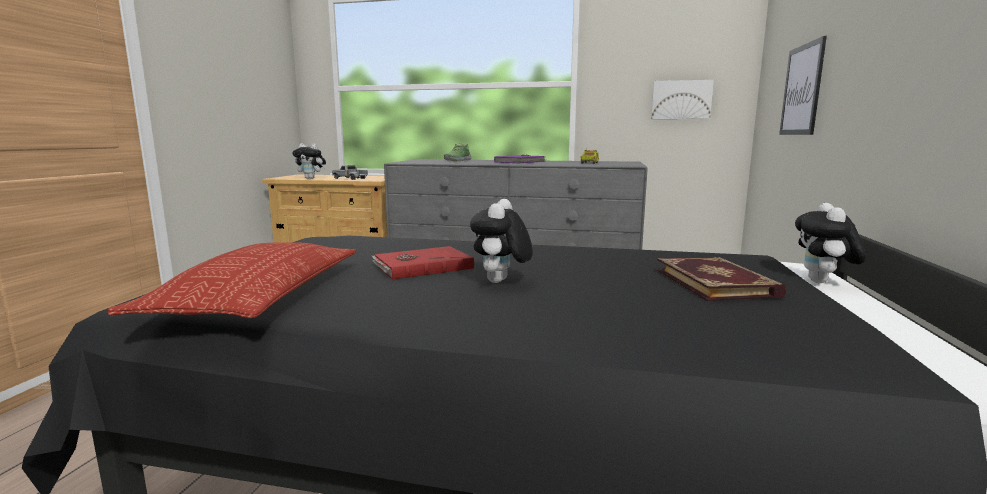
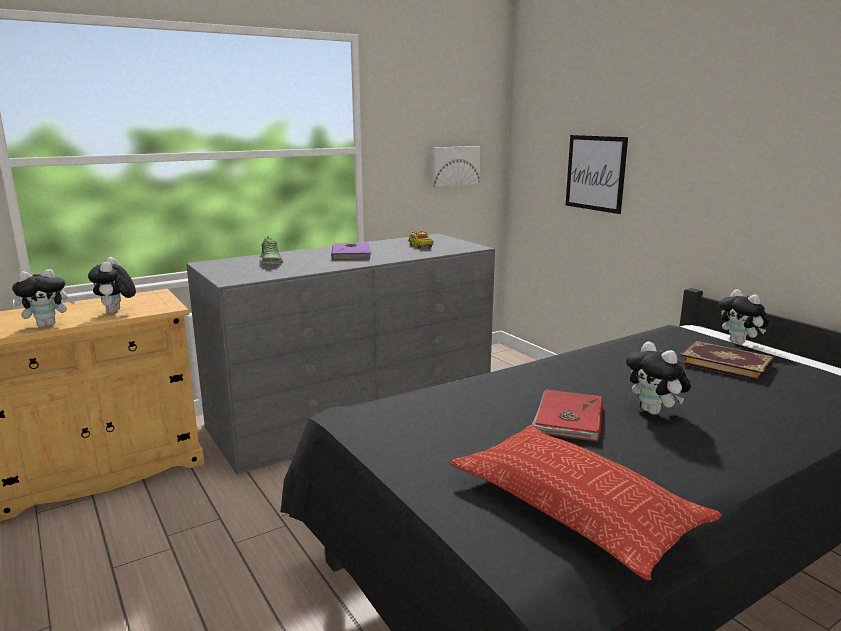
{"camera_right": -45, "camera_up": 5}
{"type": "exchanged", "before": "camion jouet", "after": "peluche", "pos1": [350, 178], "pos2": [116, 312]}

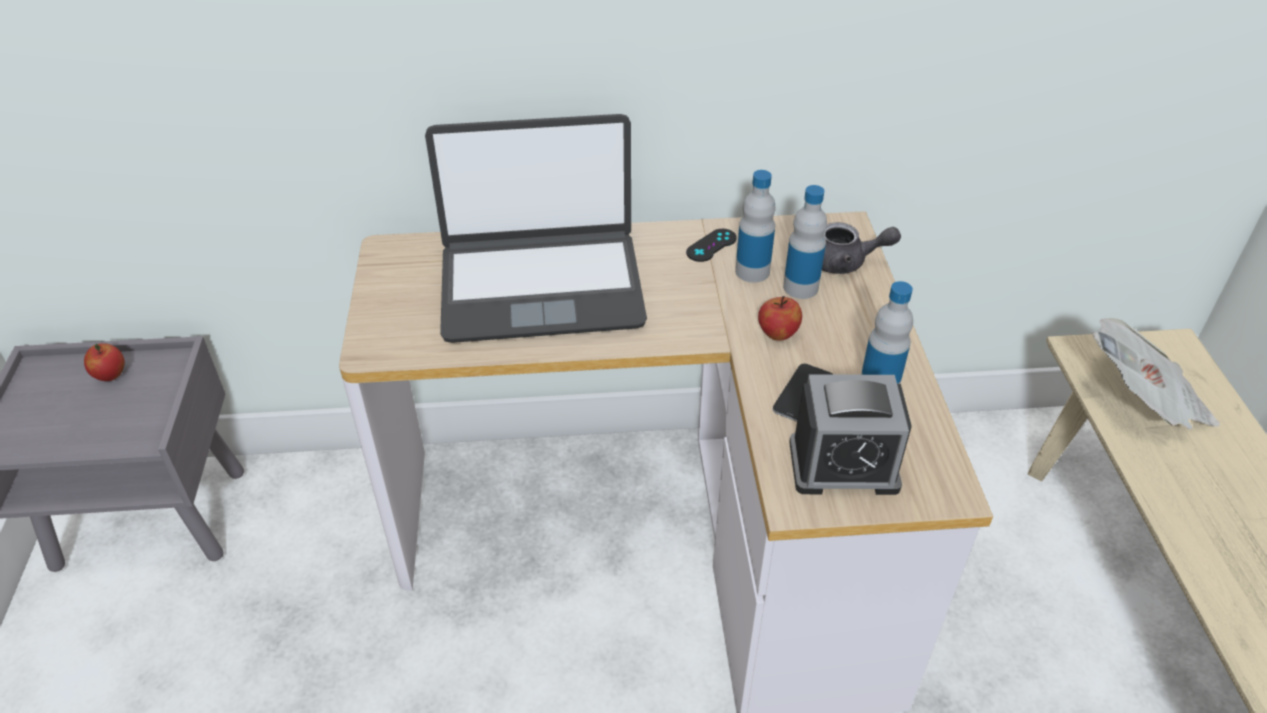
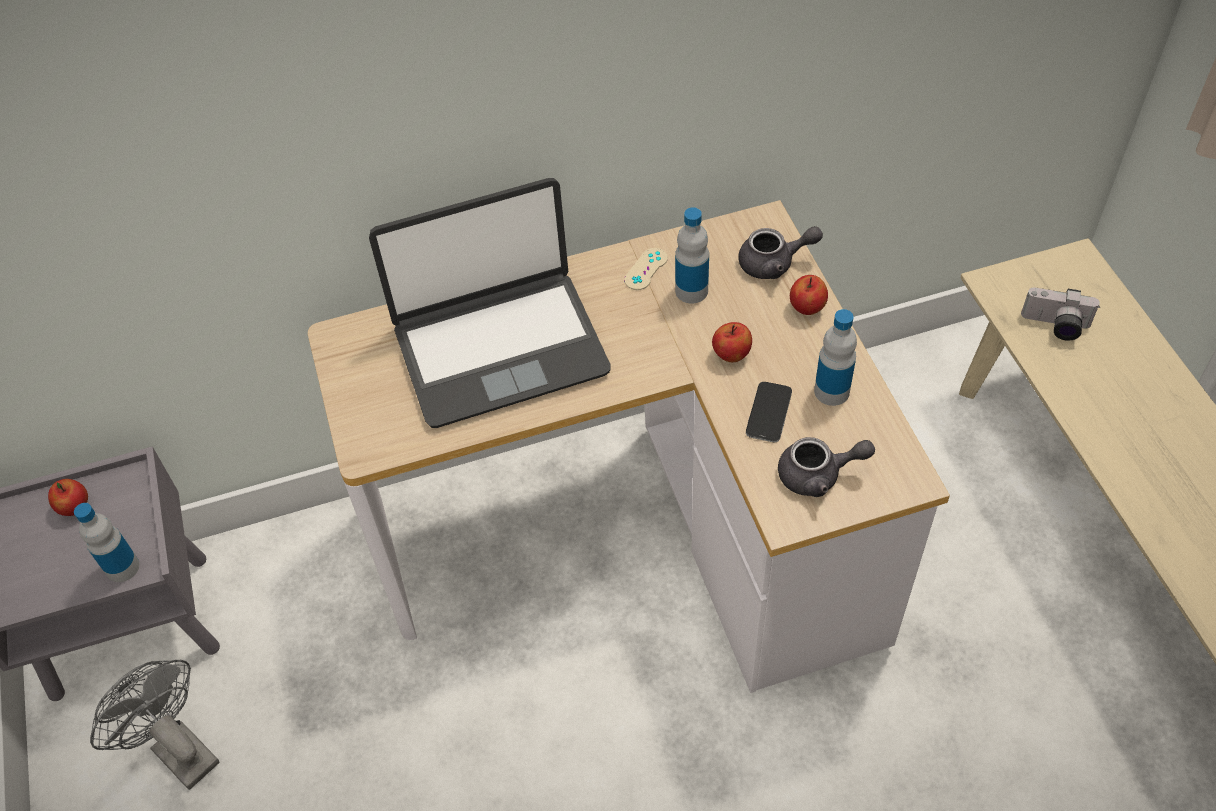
{"camera_right": -10, "camera_up": 10}
{"type": "relocated", "before": "bouteille", "pos1": [800, 287], "pos2": [122, 567]}
{"type": "colour", "before": "manette/noir", "after": "manette/beige", "pos1": [711, 245], "pos2": [646, 269]}
{"type": "exchanged", "before": "journal", "after": "appareil photo", "pos1": [1143, 402], "pos2": [1055, 326]}
{"type": "exchanged", "before": "réveil", "after": "théière/gris", "pos1": [843, 465], "pos2": [818, 475]}
{"type": "appeared", "after": "pomme", "pos2": [807, 308]}
{"type": "appeared", "after": "ventilateur/gris", "pos2": [178, 749]}

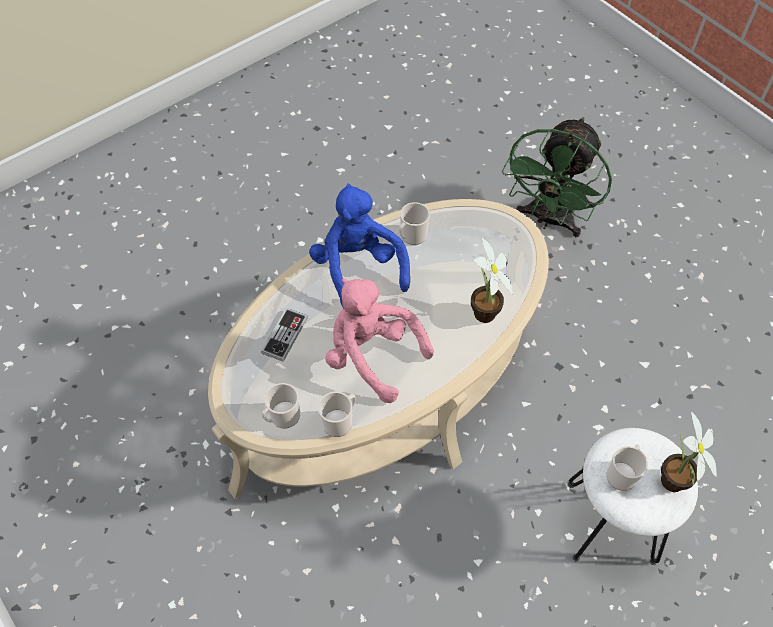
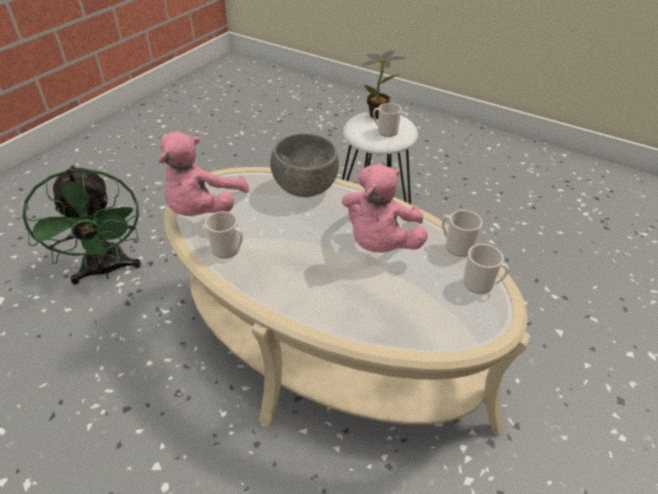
{"camera_right": -110, "camera_up": -15}
{"type": "spun", "before": "ventilateur/vert", "pos1": [548, 220], "pos2": [106, 270], "turn": 60}
{"type": "missing", "before": "peluche/bleu", "pos1": [358, 268]}
{"type": "exchanged", "before": "plante en pot", "after": "bol/gris", "pos1": [483, 317], "pos2": [304, 189]}
{"type": "missing", "before": "manette", "pos1": [285, 335]}
{"type": "appeared", "after": "peluche/rose", "pos2": [203, 210]}

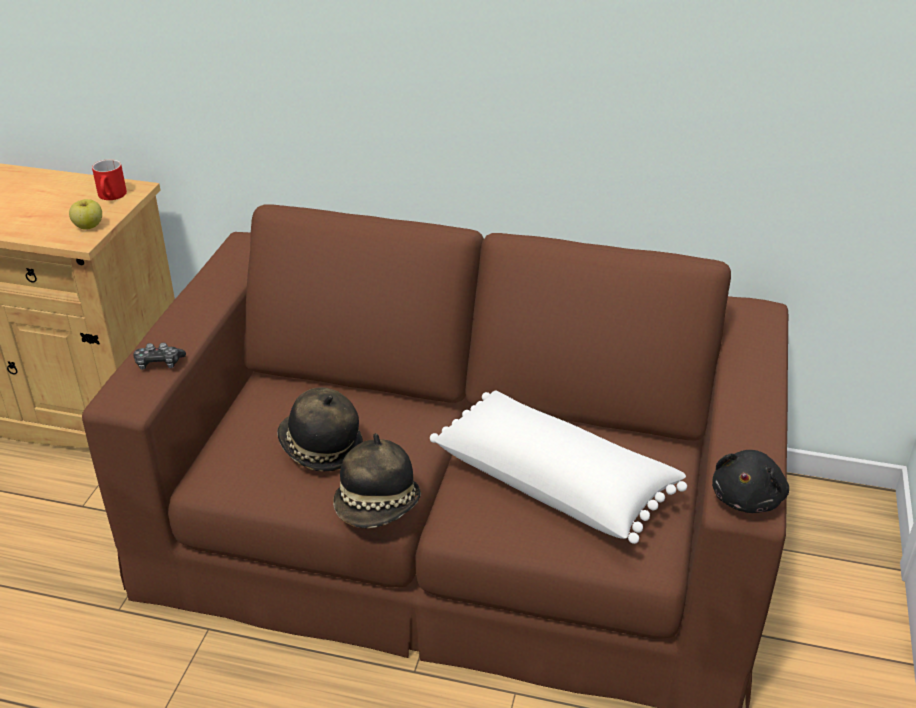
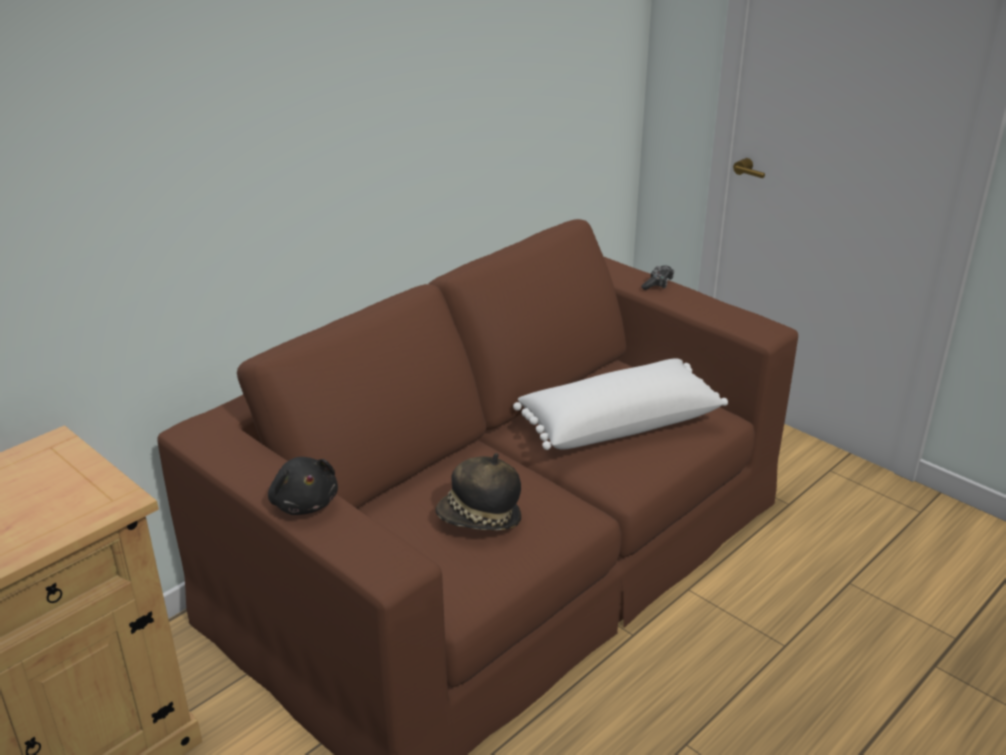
{"camera_right": -60, "camera_up": -5}
{"type": "missing", "before": "mug/rouge", "pos1": [112, 196]}
{"type": "missing", "before": "pomme", "pos1": [88, 226]}
{"type": "relocated", "before": "manette", "pos1": [159, 363], "pos2": [658, 284]}
{"type": "missing", "before": "chapeau", "pos1": [378, 507]}
{"type": "relocated", "before": "peluche/noir", "pos1": [747, 498], "pos2": [304, 503]}

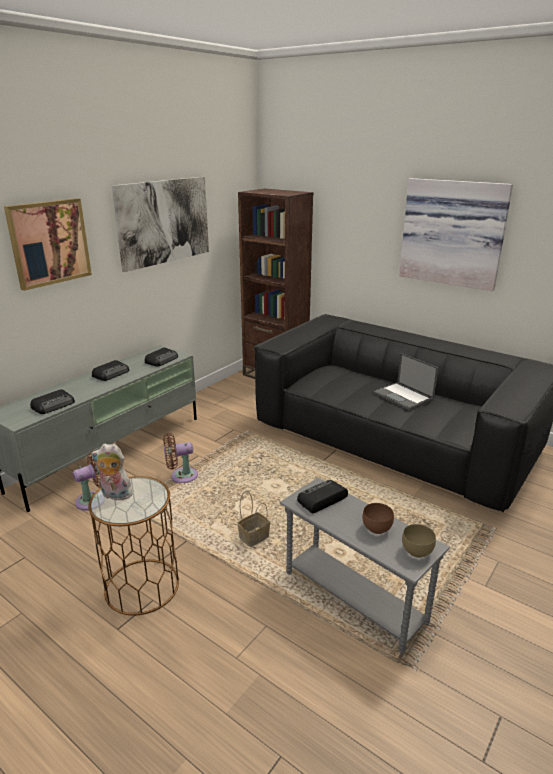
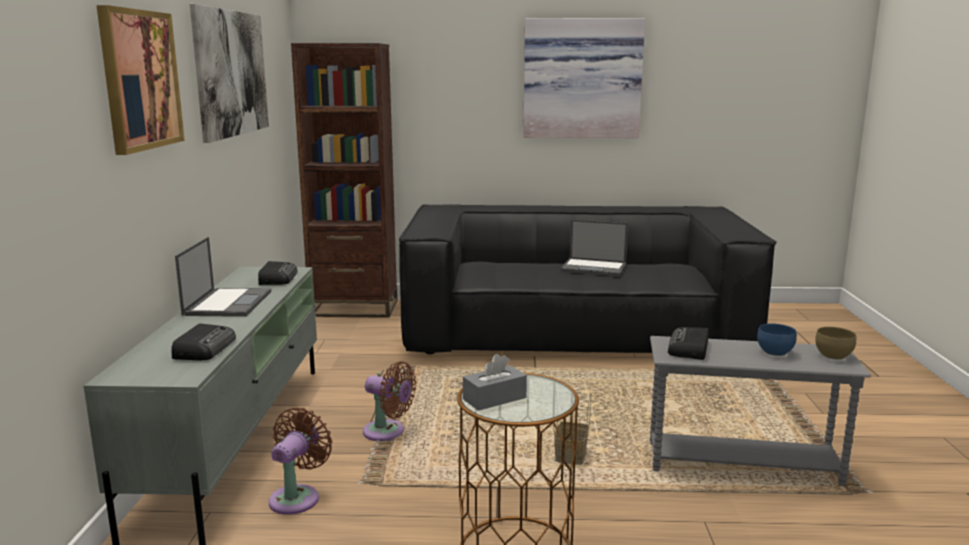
{"camera_right": -35, "camera_up": -10}
{"type": "exchanged", "before": "radio", "after": "ordinateur portable", "pos1": [111, 373], "pos2": [228, 303]}
{"type": "spun", "before": "ventilateur/marron", "pos1": [181, 476], "pos2": [388, 432], "turn": -105}
{"type": "exchanged", "before": "peluche", "after": "boîte à mouchoirs/gris", "pos1": [115, 495], "pos2": [494, 398]}
{"type": "colour", "before": "bol/marron", "after": "bol/bleu", "pos1": [377, 528], "pos2": [775, 352]}

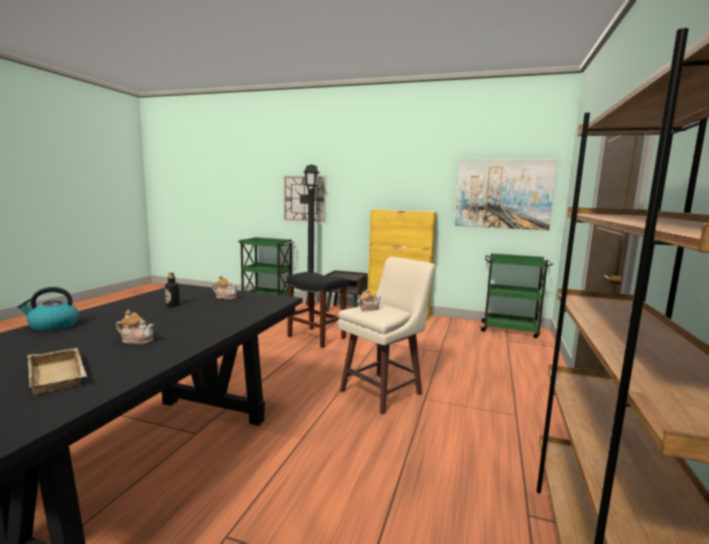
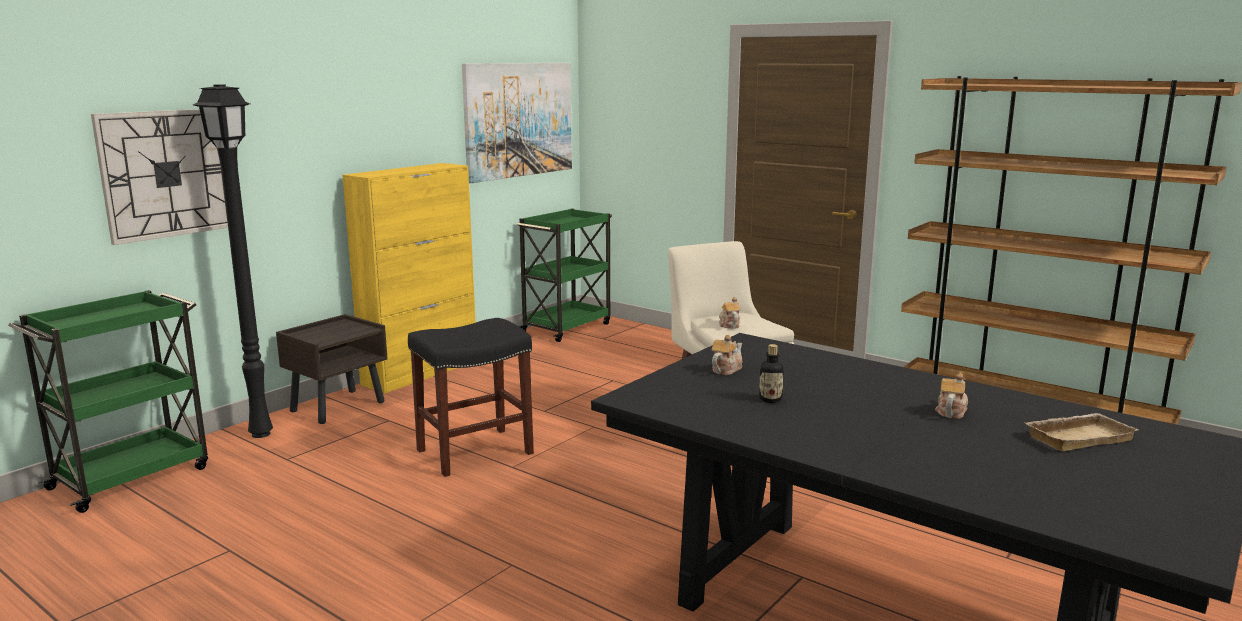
{"camera_right": -70, "camera_up": 5}
{"type": "missing", "before": "bouilloire", "pos1": [53, 326]}

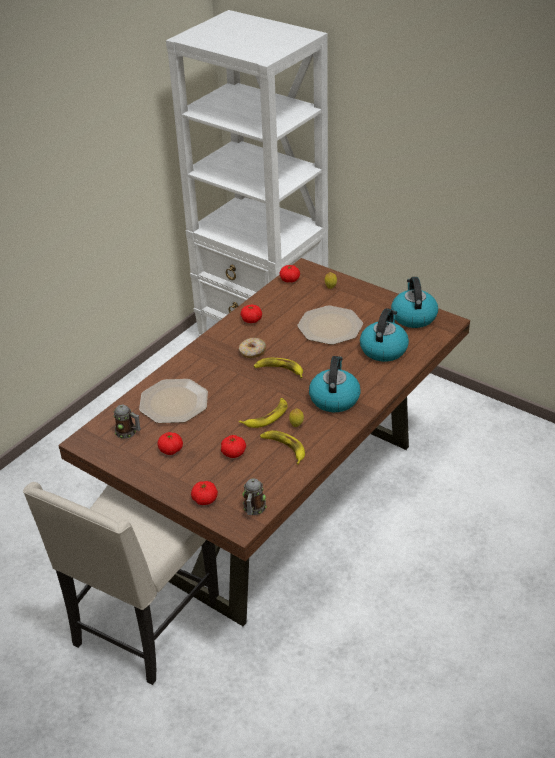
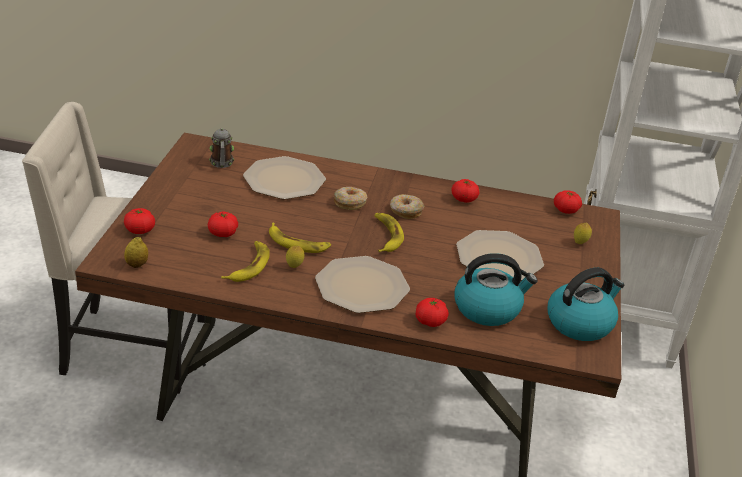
{"camera_right": 60, "camera_up": -5}
{"type": "exchanged", "before": "bouilloire", "after": "assiette", "pos1": [334, 398], "pos2": [361, 286]}
{"type": "relocated", "before": "tomate", "pos1": [171, 450], "pos2": [430, 321]}
{"type": "exchanged", "before": "mug", "after": "citron", "pos1": [253, 509], "pos2": [136, 265]}
{"type": "appeared", "after": "beignet", "pos2": [350, 203]}

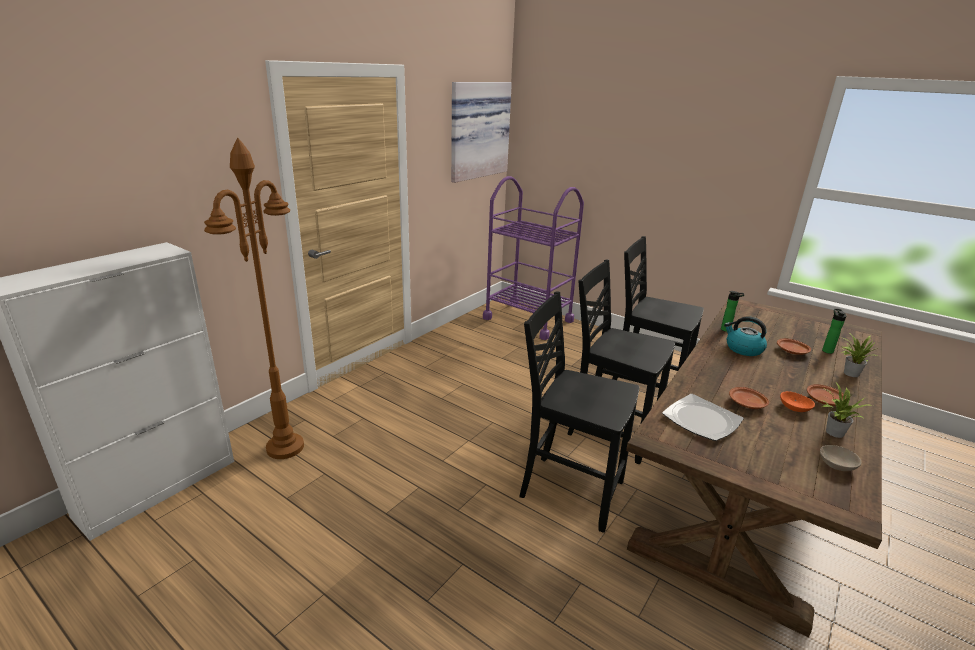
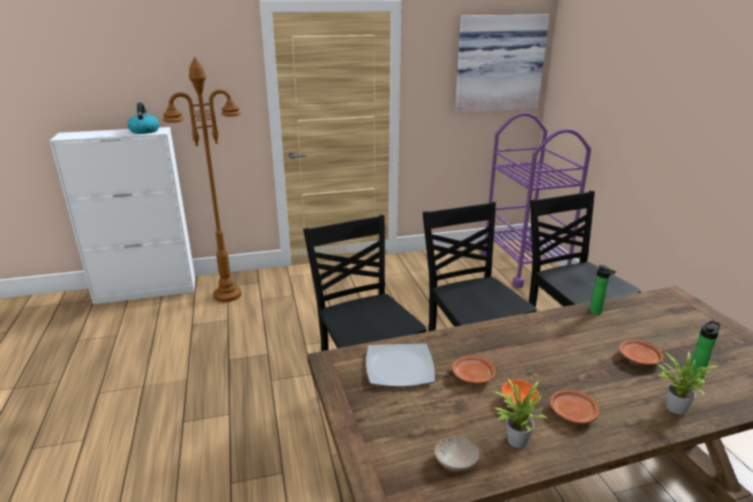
{"camera_right": 40, "camera_up": 0}
{"type": "relocated", "before": "bouilloire", "pos1": [743, 349], "pos2": [144, 131]}

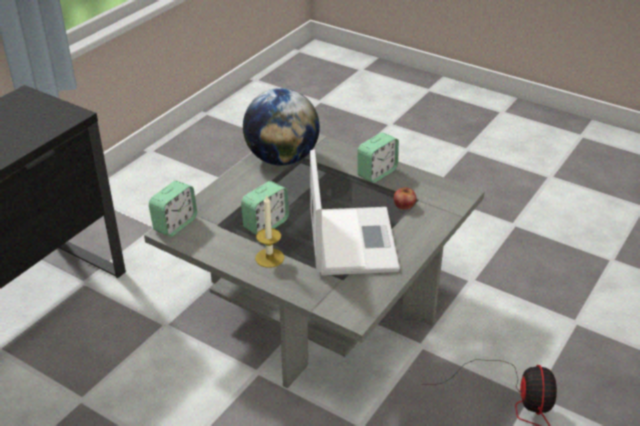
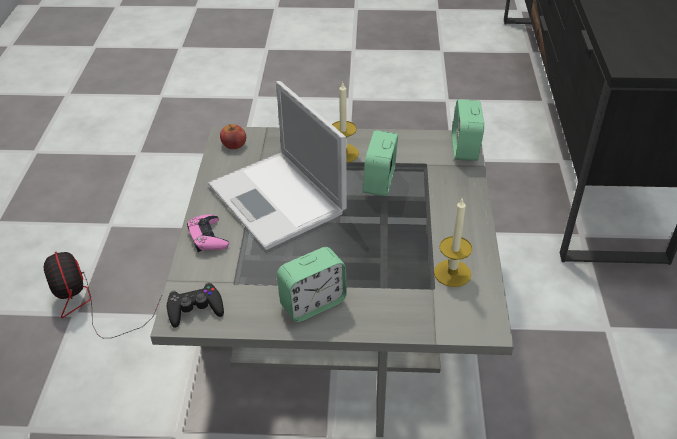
{"camera_right": 150, "camera_up": 5}
{"type": "exchanged", "before": "globe", "after": "bougie", "pos1": [282, 159], "pos2": [452, 273]}
{"type": "spun", "before": "réveil", "pos1": [377, 173], "pos2": [313, 303], "turn": -135}
{"type": "relocated", "before": "pomme", "pos1": [404, 205], "pos2": [234, 144]}
{"type": "appeared", "after": "manette/rose", "pos2": [208, 237]}
{"type": "appeared", "after": "manette/noir", "pos2": [195, 309]}

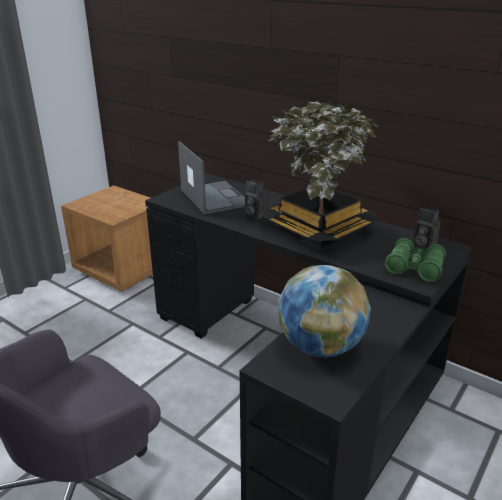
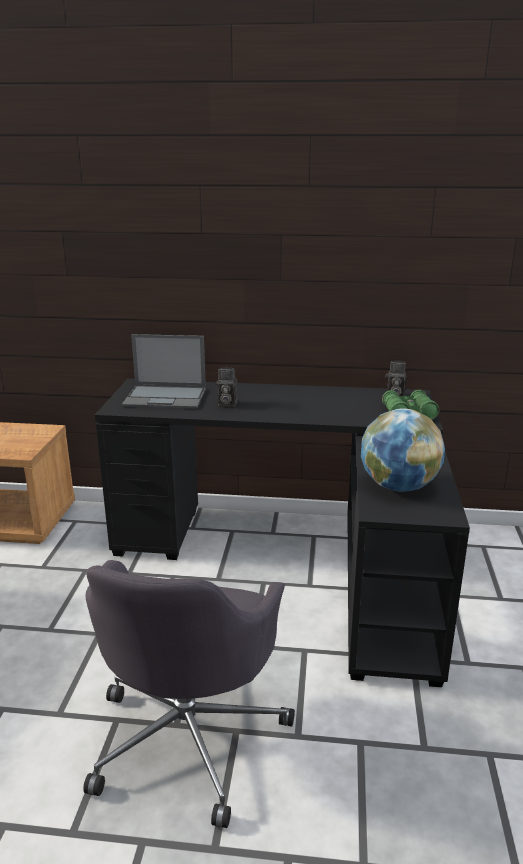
{"camera_right": -30, "camera_up": -5}
{"type": "missing", "before": "plante en pot", "pos1": [319, 230]}
{"type": "spun", "before": "ordinateur portable", "pos1": [214, 197], "pos2": [166, 397], "turn": 150}

